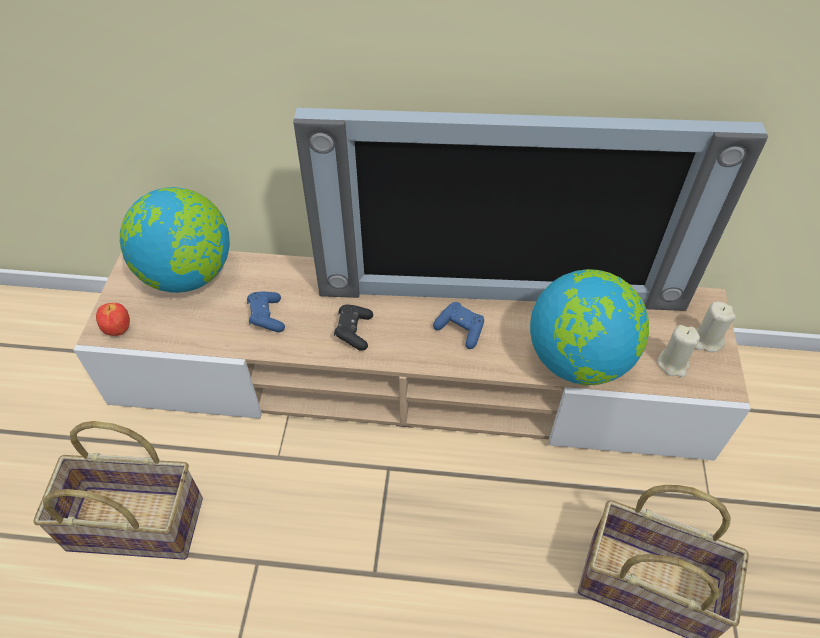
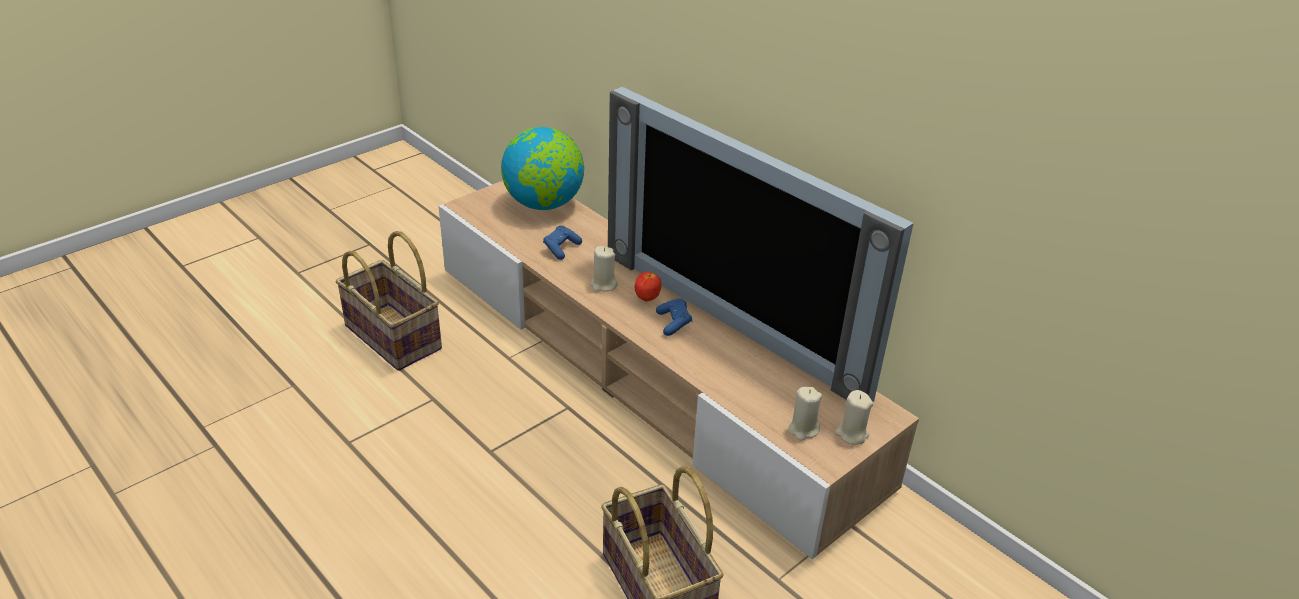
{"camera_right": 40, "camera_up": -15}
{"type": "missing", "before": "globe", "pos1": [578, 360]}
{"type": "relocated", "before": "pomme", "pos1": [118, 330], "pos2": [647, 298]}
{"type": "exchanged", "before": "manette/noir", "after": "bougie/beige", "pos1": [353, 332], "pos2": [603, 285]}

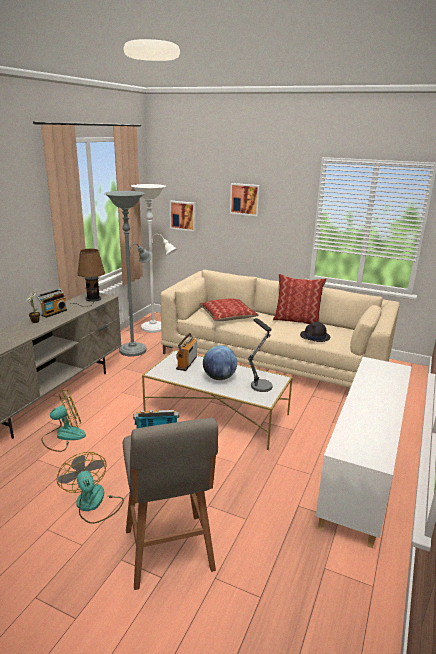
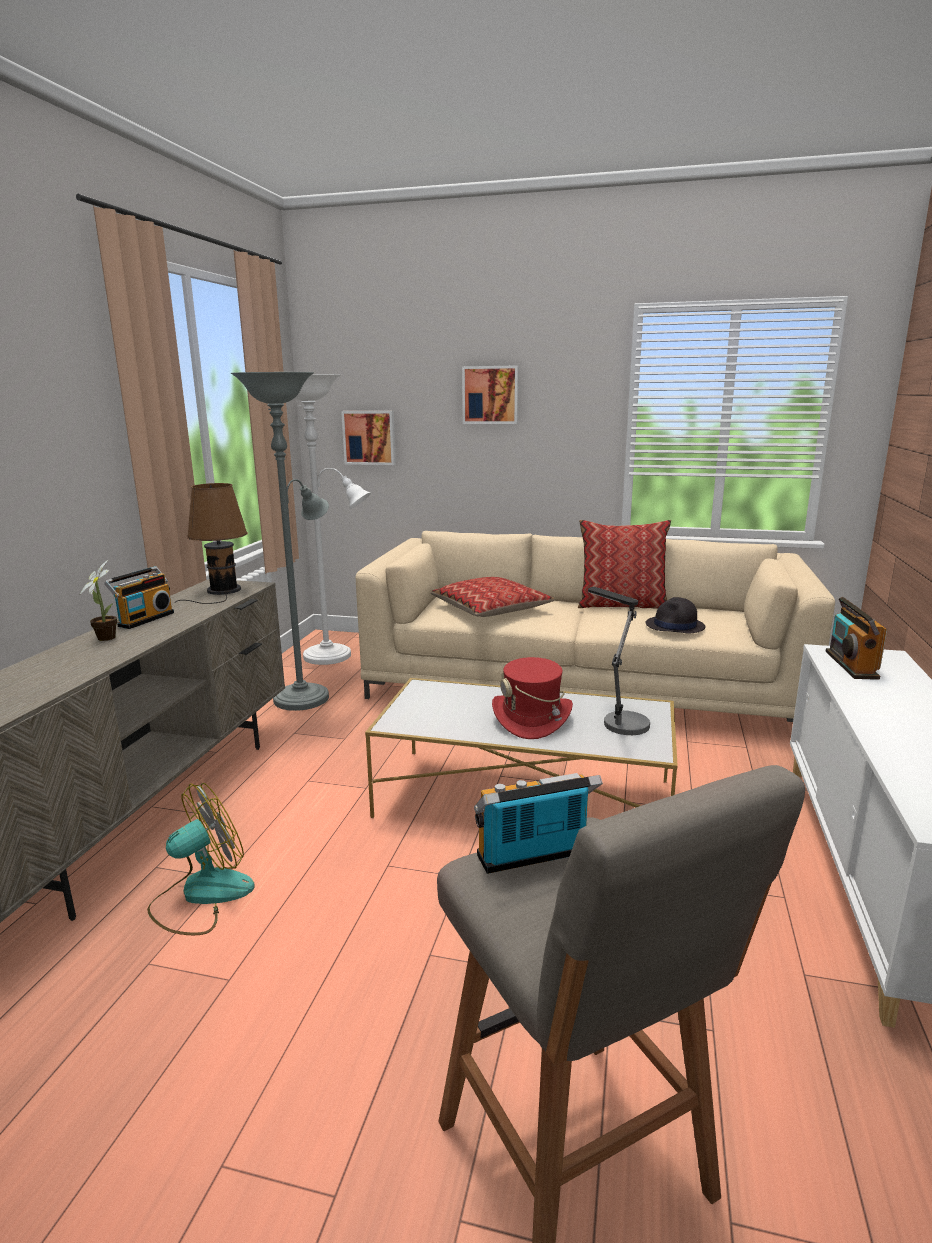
{"camera_right": -10, "camera_up": -5}
{"type": "relocated", "before": "radio", "pos1": [186, 363], "pos2": [850, 665]}
{"type": "exchanged", "before": "globe", "after": "chapeau/rouge", "pos1": [219, 378], "pos2": [532, 718]}
{"type": "missing", "before": "ventilateur", "pos1": [93, 504]}

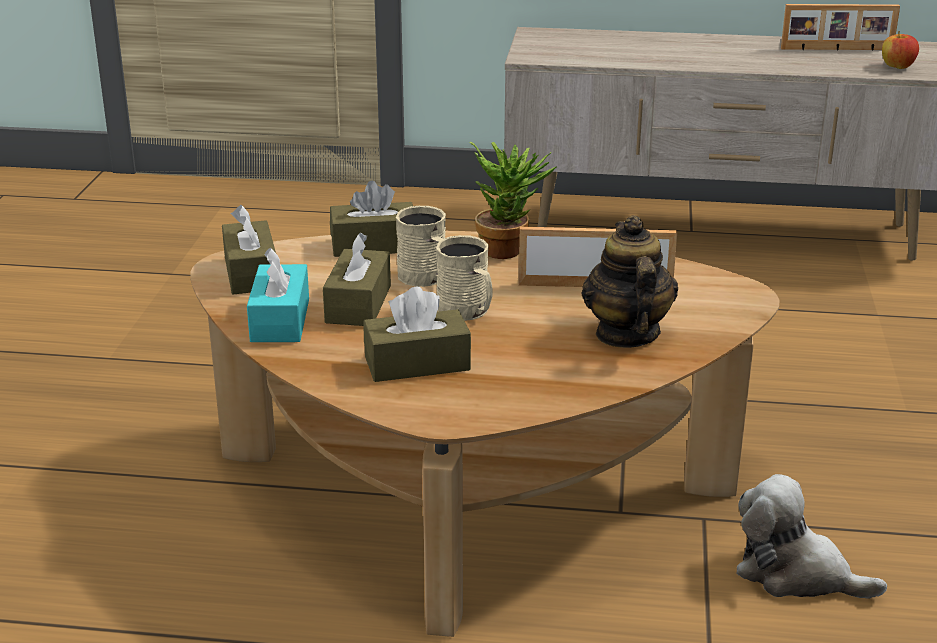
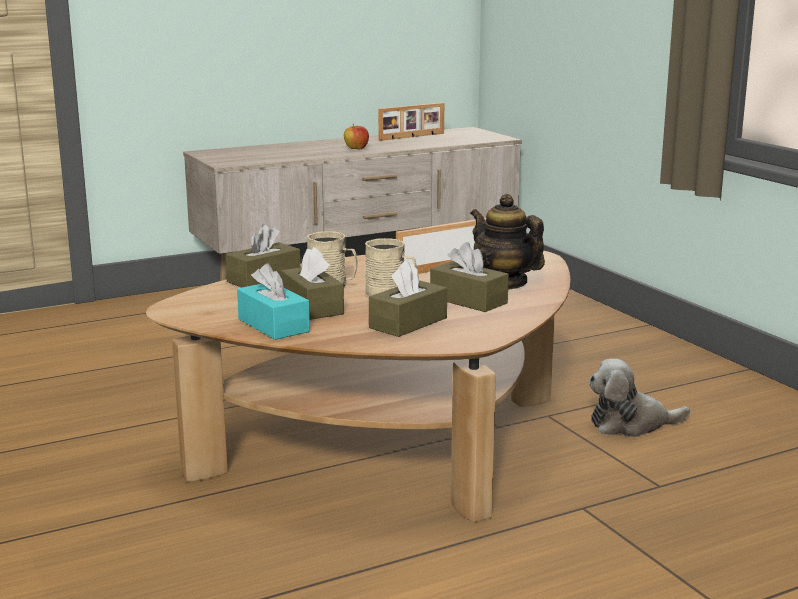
{"camera_right": -35, "camera_up": -10}
{"type": "relocated", "before": "pomme", "pos1": [897, 67], "pos2": [356, 149]}
{"type": "missing", "before": "plante en pot", "pos1": [509, 249]}
{"type": "relocated", "before": "boîte à mouchoirs/marron", "pos1": [251, 273], "pos2": [468, 300]}

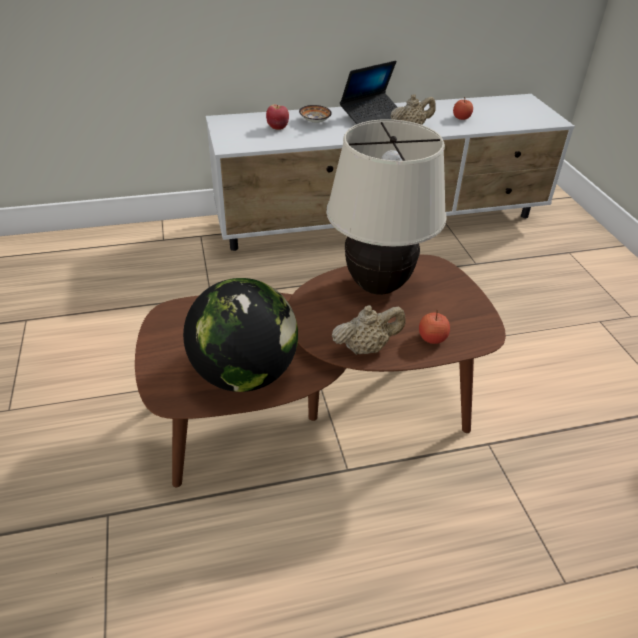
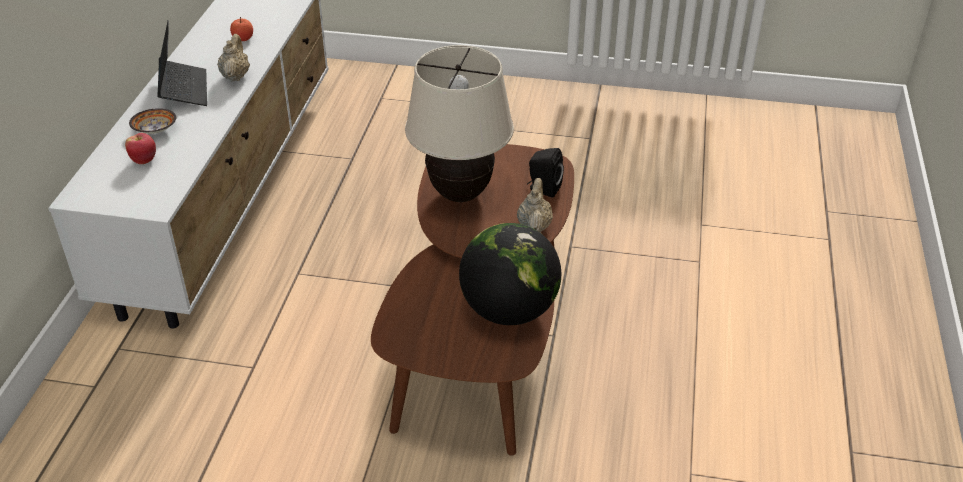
{"camera_right": -65, "camera_up": 0}
{"type": "exchanged", "before": "pomme", "after": "enceinte/noir", "pos1": [432, 338], "pos2": [543, 189]}

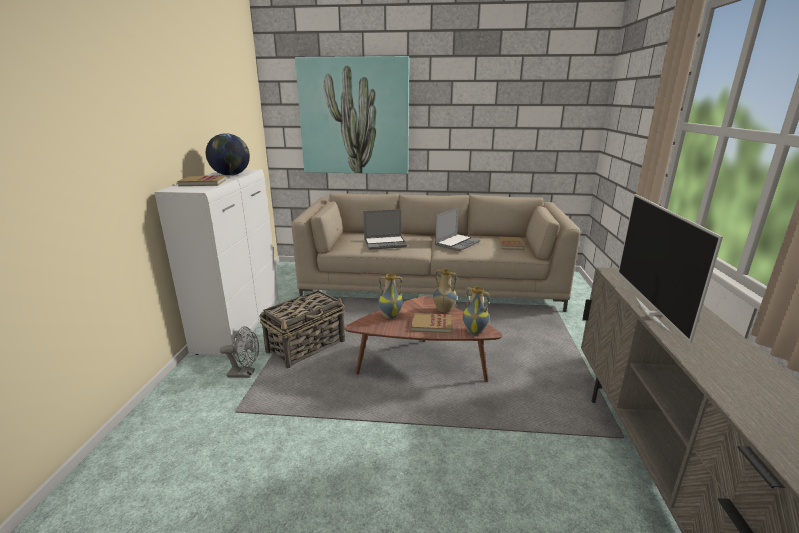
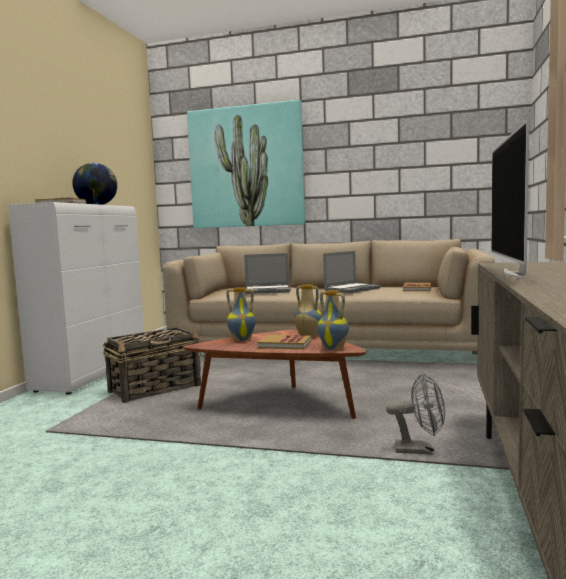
{"camera_right": 10, "camera_up": -15}
{"type": "relocated", "before": "ventilateur/gris", "pos1": [245, 373], "pos2": [420, 450]}

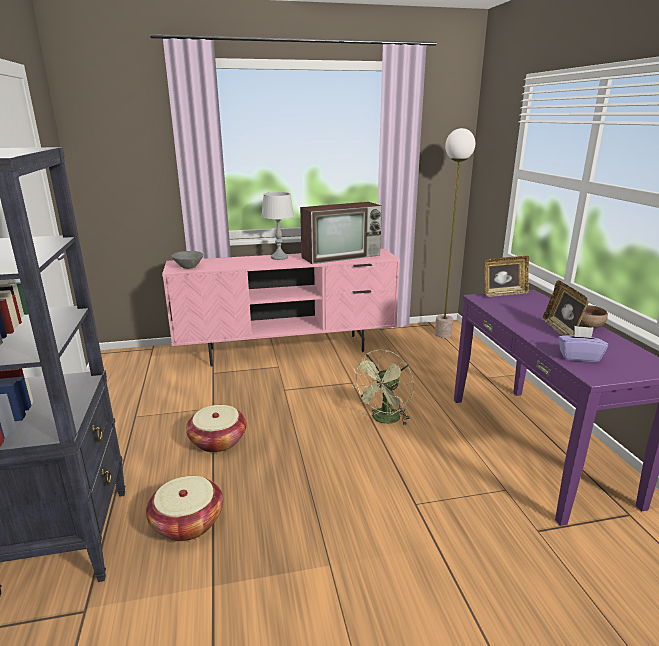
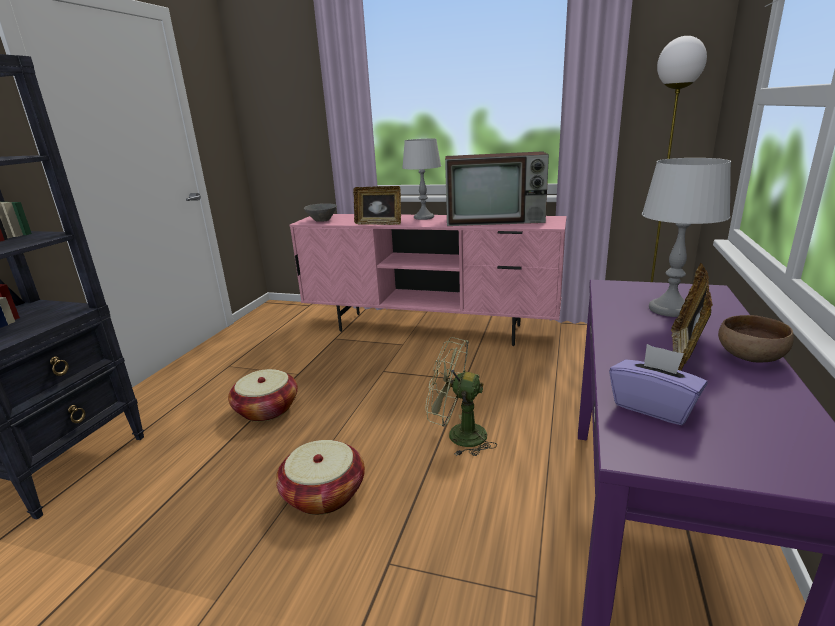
{"camera_right": 30, "camera_up": 0}
{"type": "relocated", "before": "cadre photo", "pos1": [504, 293], "pos2": [379, 223]}
{"type": "spun", "before": "ventilateur/vert", "pos1": [384, 420], "pos2": [458, 435], "turn": 45}
{"type": "relocated", "before": "panier", "pos1": [188, 523], "pos2": [324, 494]}
{"type": "appeared", "after": "lampe de table/gris", "pos2": [669, 309]}

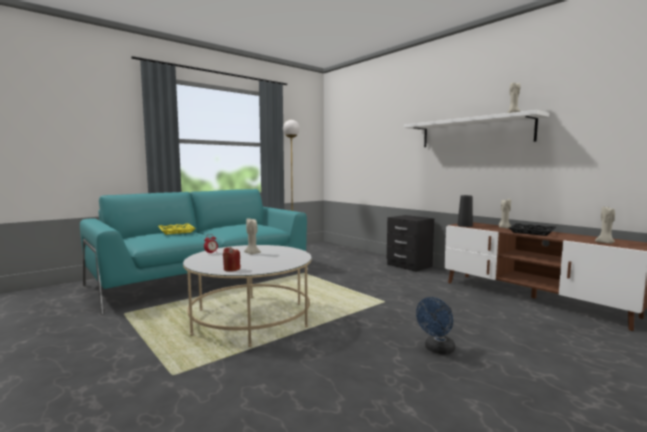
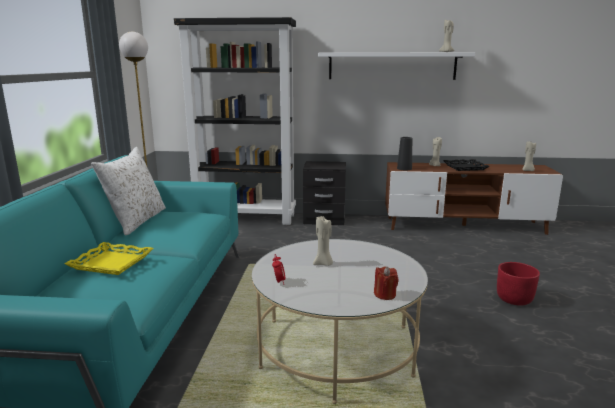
{"camera_right": -45, "camera_up": 10}
{"type": "exchanged", "before": "ventilateur/bleu", "after": "cache-pot/rouge", "pos1": [437, 350], "pos2": [514, 299]}
{"type": "appeared", "after": "bibliothèque/noir", "pos2": [246, 218]}
{"type": "appeared", "after": "coussin/blanc", "pos2": [136, 221]}

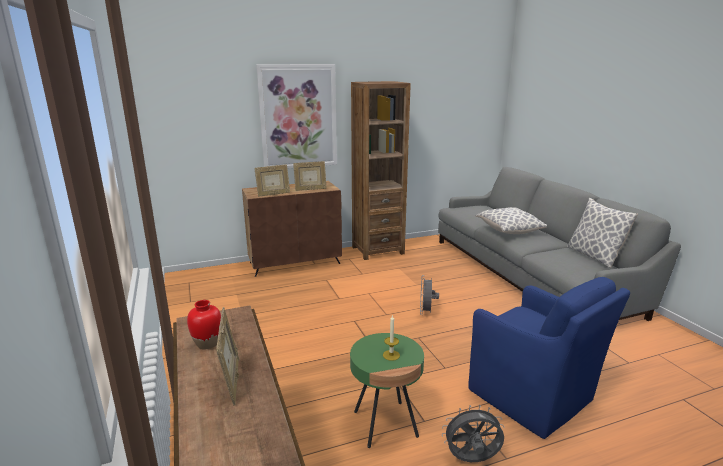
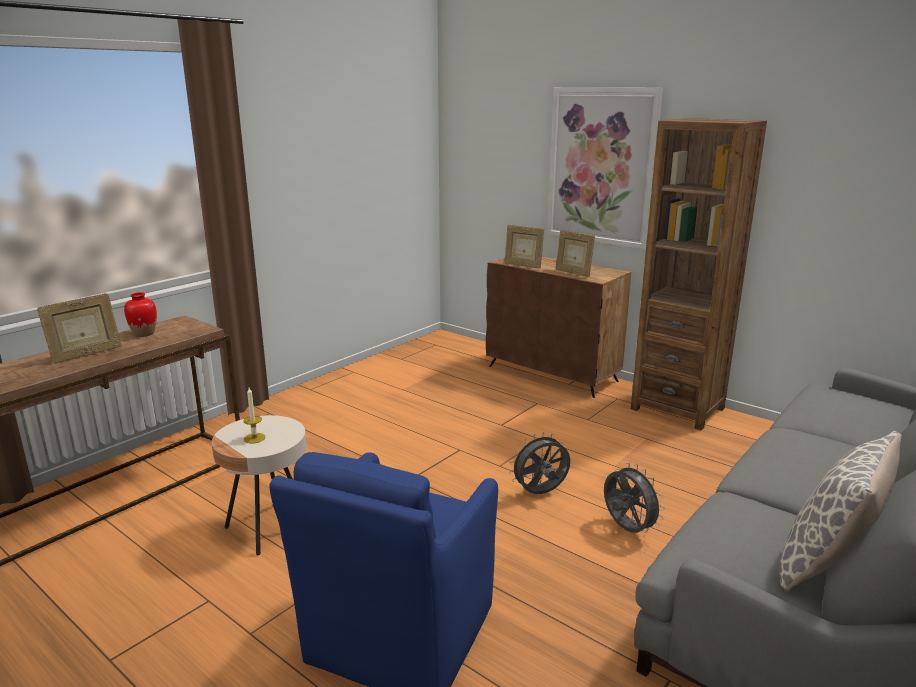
{"camera_right": 60, "camera_up": 0}
{"type": "missing", "before": "coussin", "pos1": [509, 230]}
{"type": "colour", "before": "table d'appoint/vert", "after": "table d'appoint/beige", "pos1": [385, 424], "pos2": [269, 527]}
{"type": "relocated", "before": "ventilateur/gris", "pos1": [471, 460], "pos2": [627, 529]}

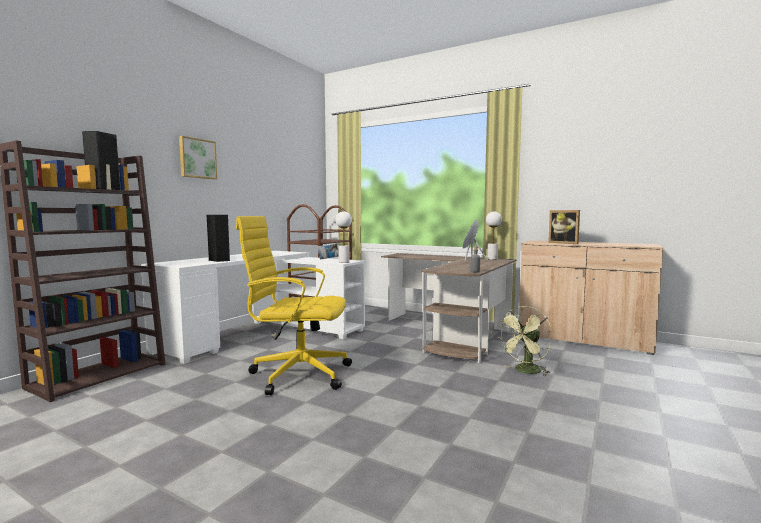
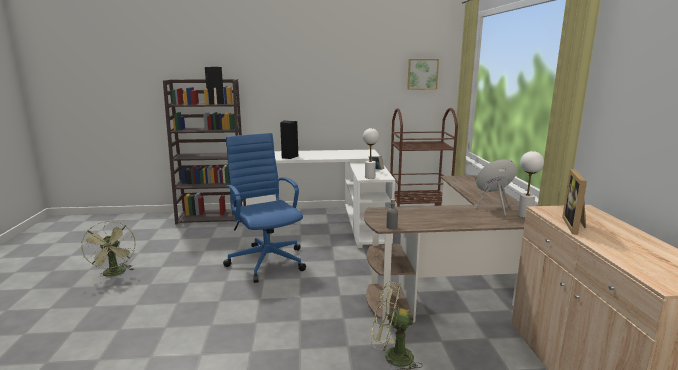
{"camera_right": 55, "camera_up": 10}
{"type": "relocated", "before": "tableau", "pos1": [197, 158], "pos2": [422, 74]}
{"type": "colour", "before": "chaise de bureau/jaune", "after": "chaise de bureau/bleu", "pos1": [297, 374], "pos2": [267, 261]}
{"type": "appeared", "after": "ventilateur/vert", "pos2": [115, 274]}

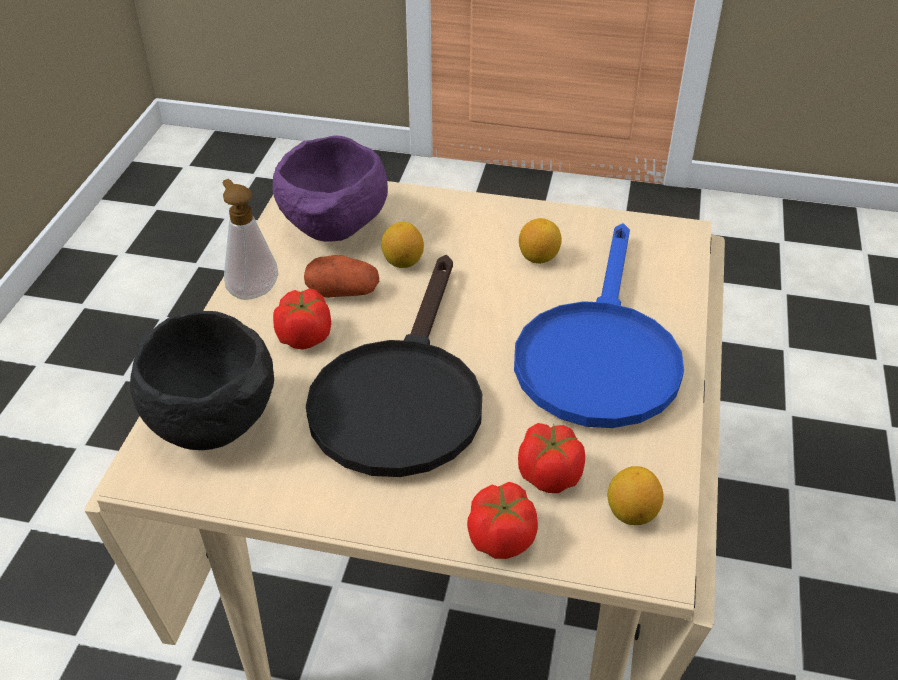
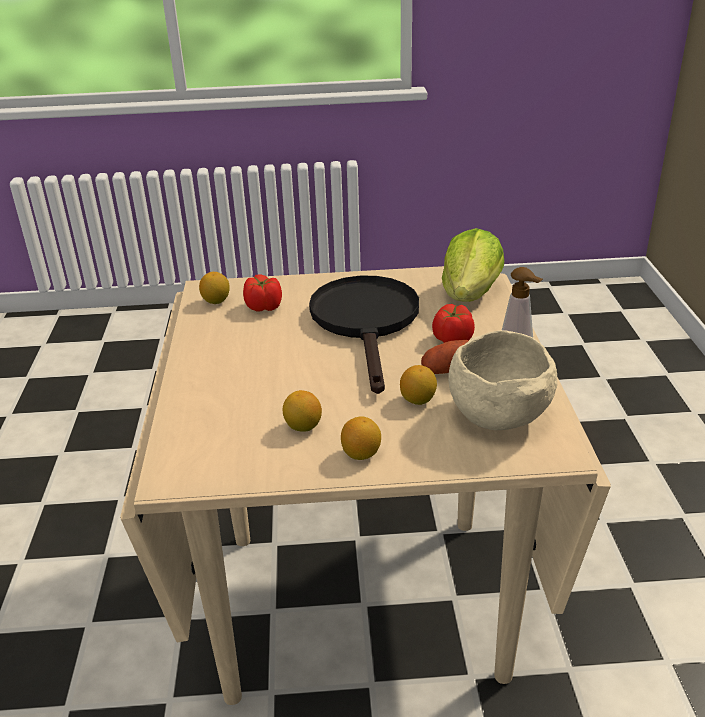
{"camera_right": 165, "camera_up": -10}
{"type": "colour", "before": "bol/violet", "after": "bol/beige", "pos1": [335, 229], "pos2": [496, 415]}
{"type": "missing", "before": "poêle/bleu", "pos1": [598, 354]}
{"type": "exchanged", "before": "bol/noir", "after": "laitue", "pos1": [209, 421], "pos2": [470, 294]}
{"type": "missing", "before": "tomate", "pos1": [501, 537]}
{"type": "appeared", "after": "citron", "pos2": [361, 454]}

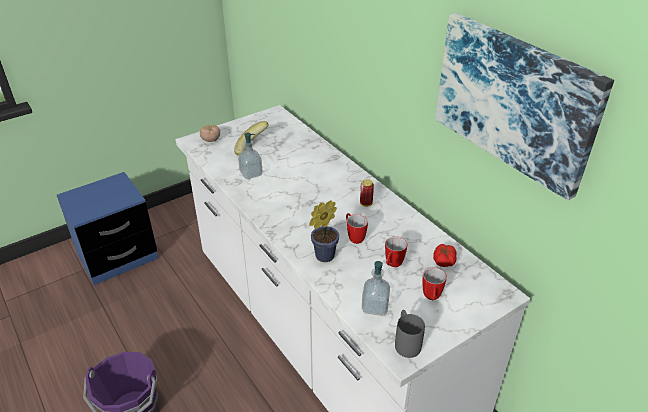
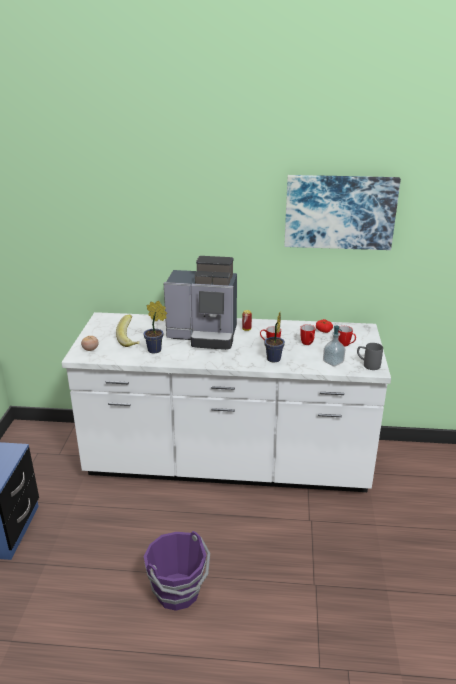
{"camera_right": -50, "camera_up": -10}
{"type": "exchanged", "before": "distributeur de savon", "after": "plante en pot", "pos1": [251, 173], "pos2": [156, 350]}
{"type": "appeared", "after": "machine à café", "pos2": [205, 336]}

